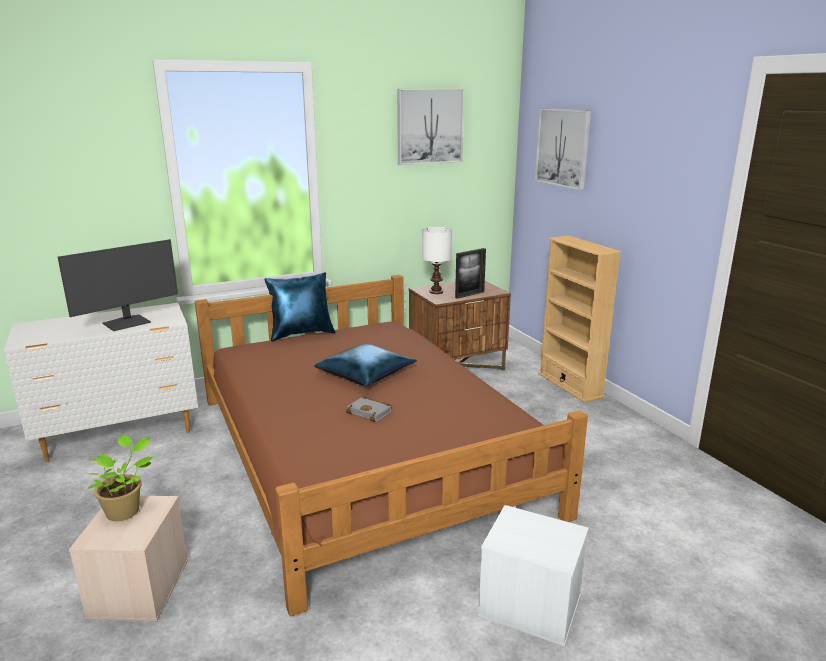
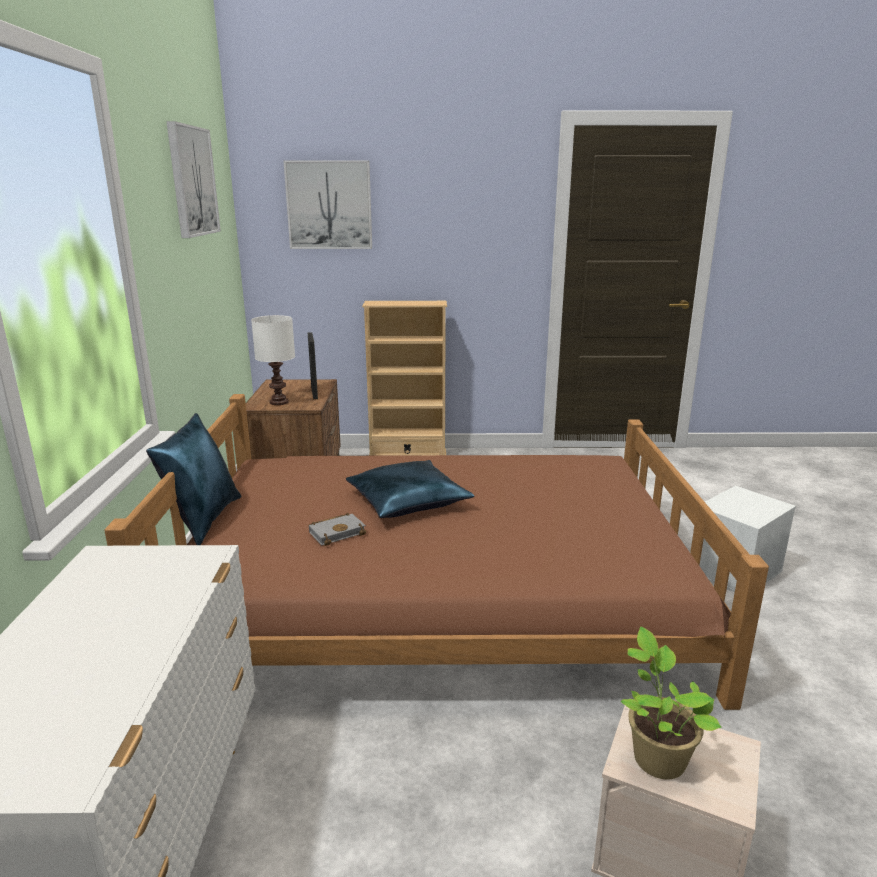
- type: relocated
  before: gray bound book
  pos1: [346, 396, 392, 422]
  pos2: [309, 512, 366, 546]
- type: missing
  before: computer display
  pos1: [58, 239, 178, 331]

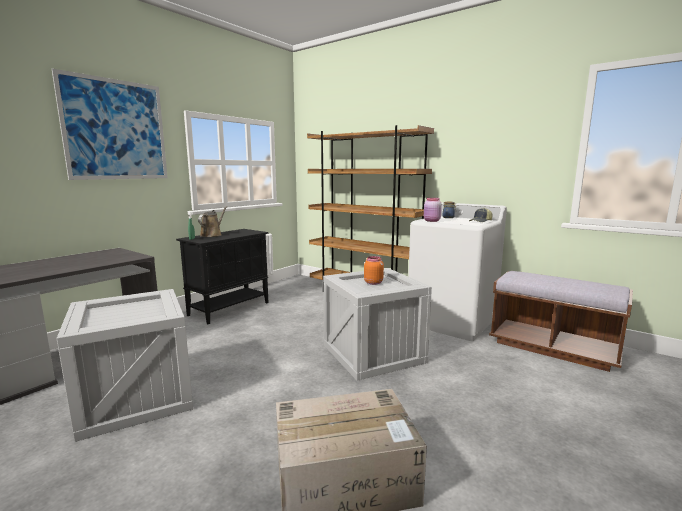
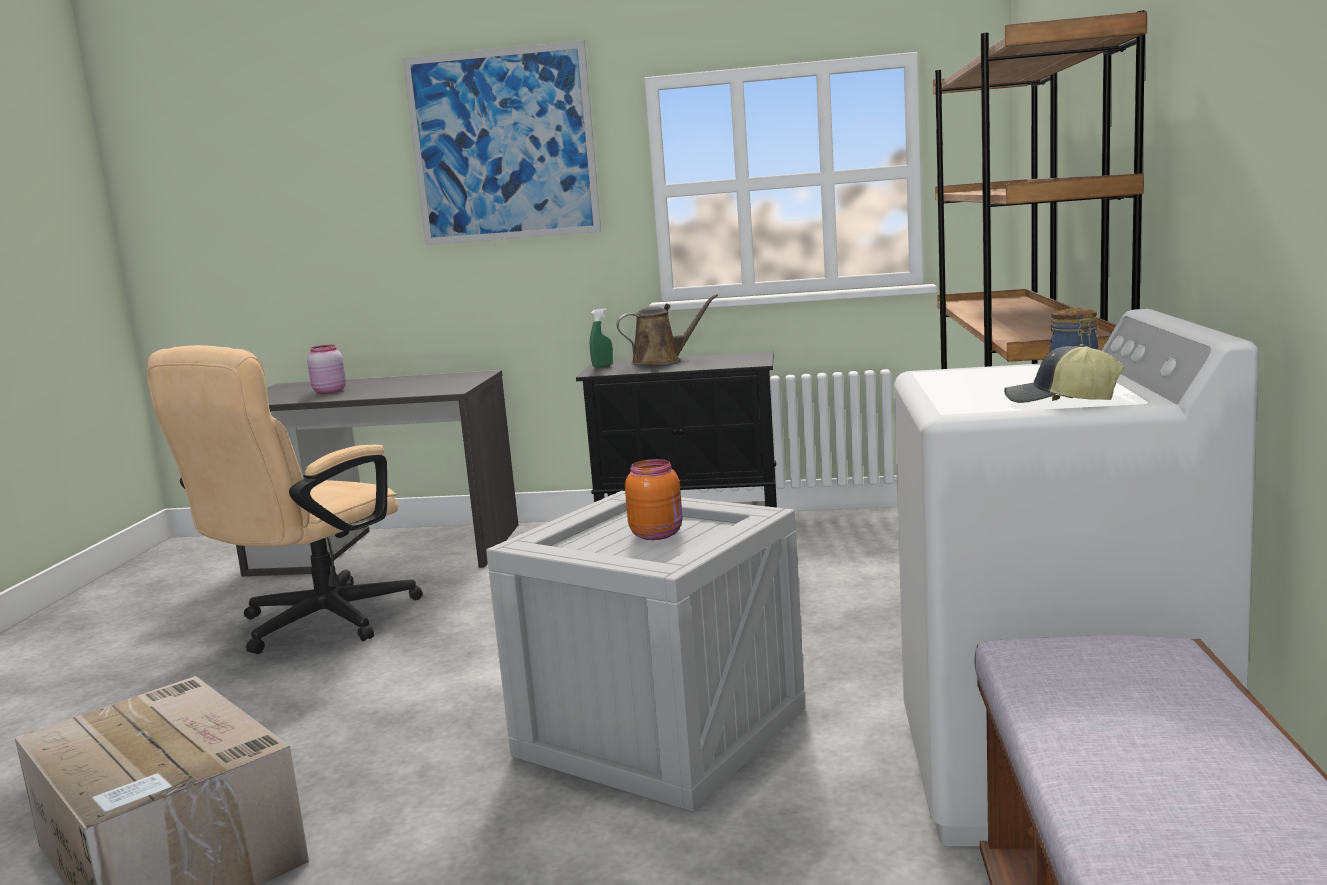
- type: exchanged
  before: shipping crate
  after: beige-coloured office chair
  pos1: [57, 289, 193, 442]
  pos2: [147, 345, 423, 654]
- type: relocated
  before: pink-coloured storage jar
  pos1: [424, 198, 442, 222]
  pos2: [307, 345, 346, 394]

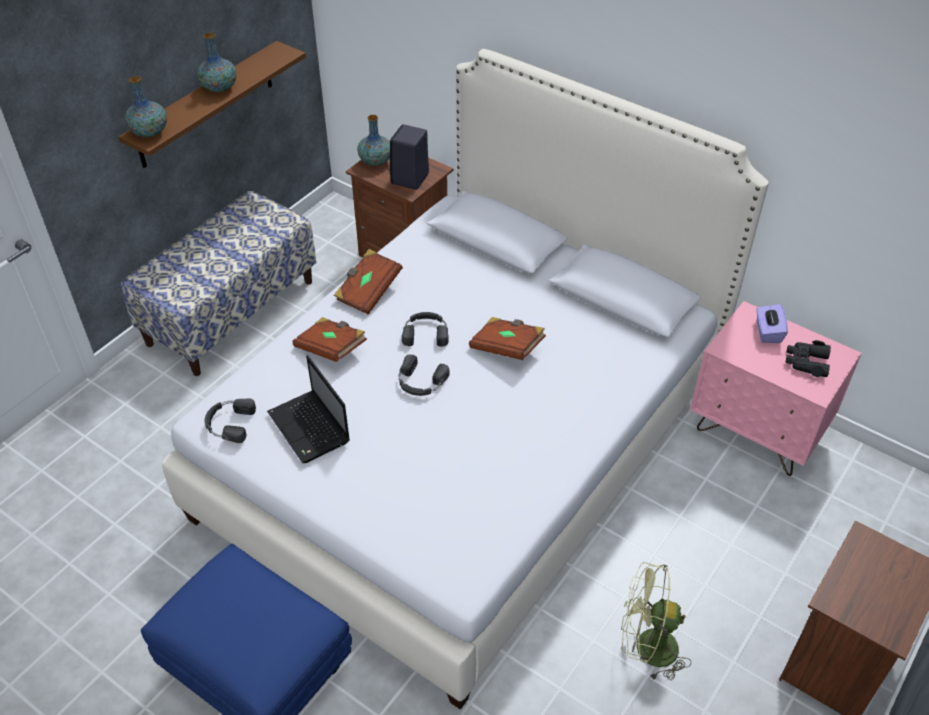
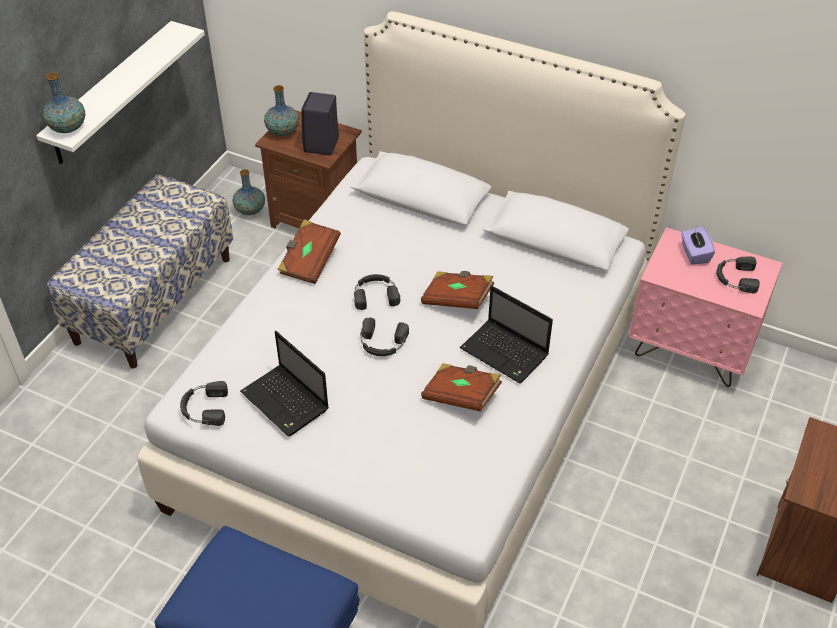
- type: colour
  before: brown bracket shelf
  after: white-coloured bracket shelf
  pos1: [119, 41, 306, 168]
  pos2: [36, 21, 205, 164]
- type: relocated
  before: flower vase
  pos1: [197, 33, 236, 93]
  pos2: [233, 169, 265, 215]
- type: relocated
  before: brown bound book
  pos1: [292, 317, 367, 362]
  pos2: [421, 363, 502, 412]
- type: appeared
  after: laptop
  pos2: [460, 286, 553, 383]
- type: exchanged
  before: blackish pair of binoculars
  after: blackish headphones
  pos1: [786, 340, 831, 377]
  pos2: [716, 256, 760, 294]
- type: missing
  before: green fan
  pos1: [621, 562, 691, 681]

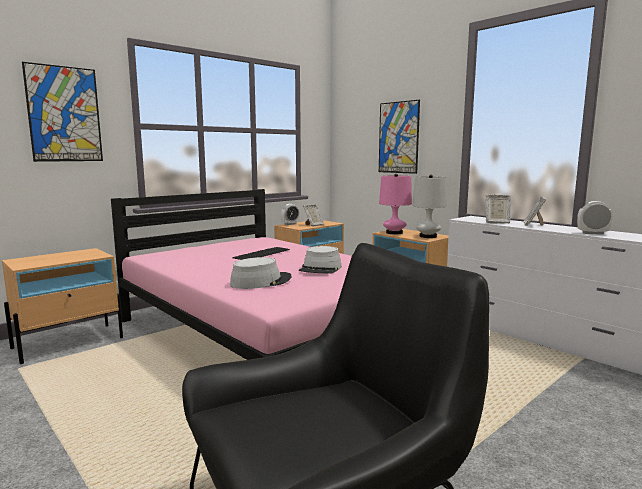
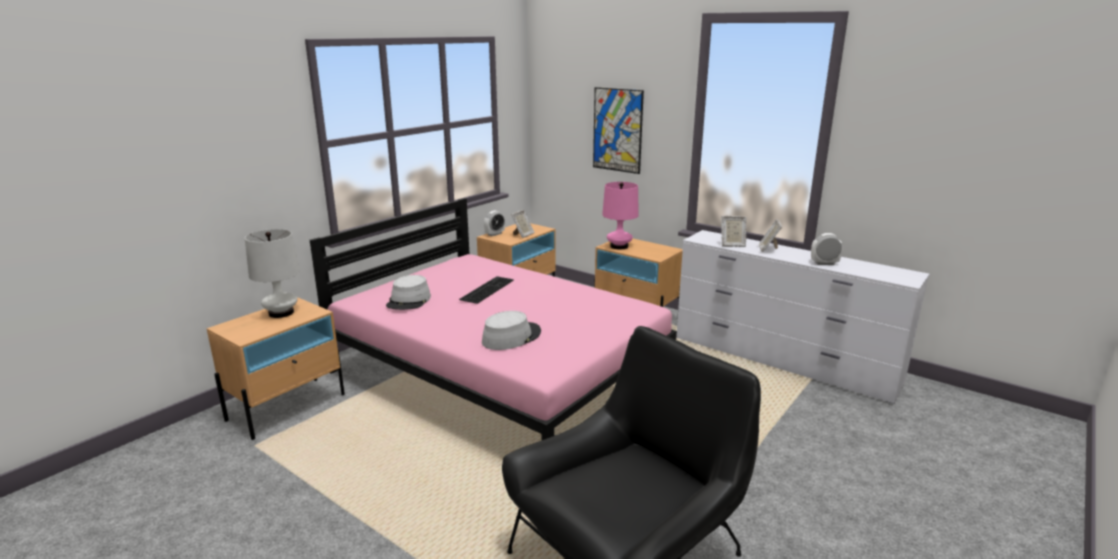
- type: relocated
  before: white-coloured table lamp
  pos1: [412, 175, 447, 238]
  pos2: [245, 229, 300, 318]
- type: relocated
  before: gray clothing hat
  pos1: [299, 246, 342, 274]
  pos2: [386, 275, 431, 310]
- type: missing
  before: wall art
  pos1: [22, 62, 103, 162]

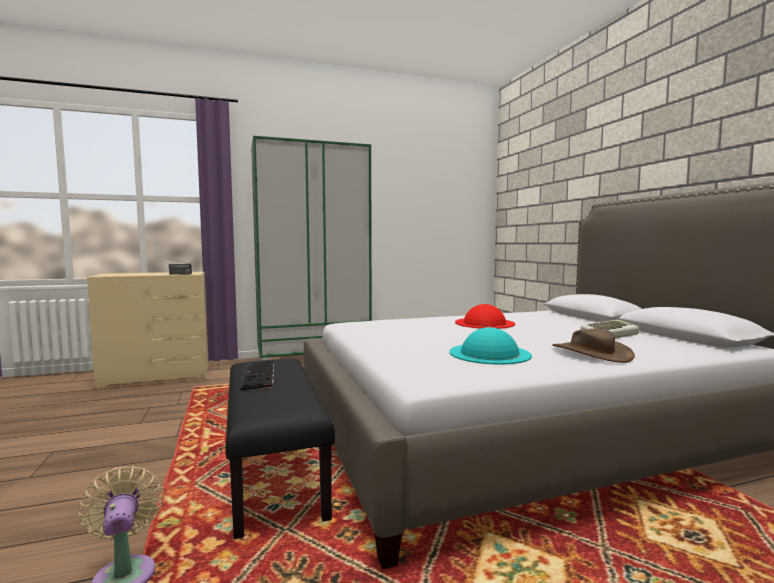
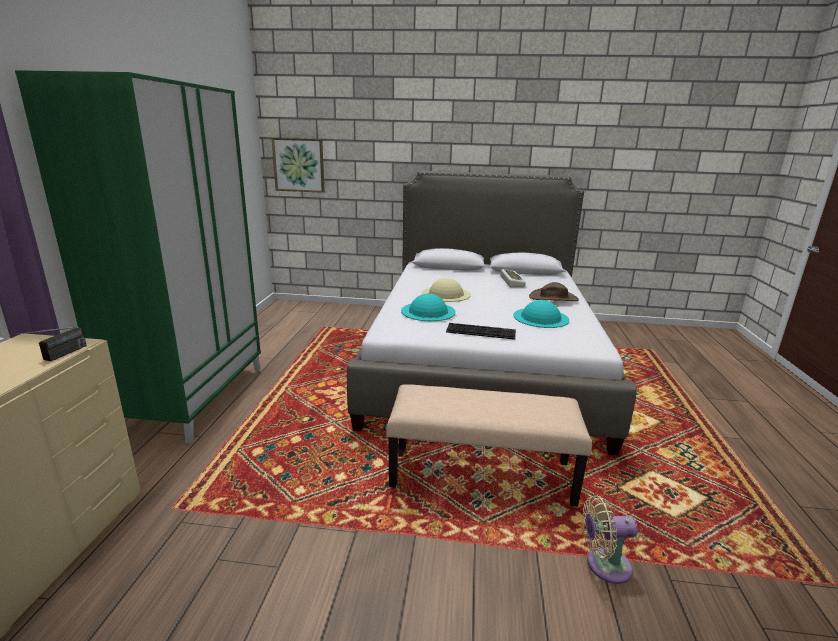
- type: appeared
  after: wall art
  pos2: [272, 138, 325, 193]
- type: colour
  before: blackish long seat
  after: beige-coloured long seat
  pos1: [226, 359, 335, 539]
  pos2: [386, 385, 592, 507]
- type: appeared
  after: turquoise-coloured clothing hat
  pos2: [401, 294, 456, 321]
- type: colour
  before: reddish clothing hat
  after: beige-coloured clothing hat
  pos1: [455, 304, 515, 329]
  pos2: [422, 278, 471, 302]
- type: relocated
  before: keyboard
  pos1: [240, 361, 274, 390]
  pos2: [446, 323, 516, 340]

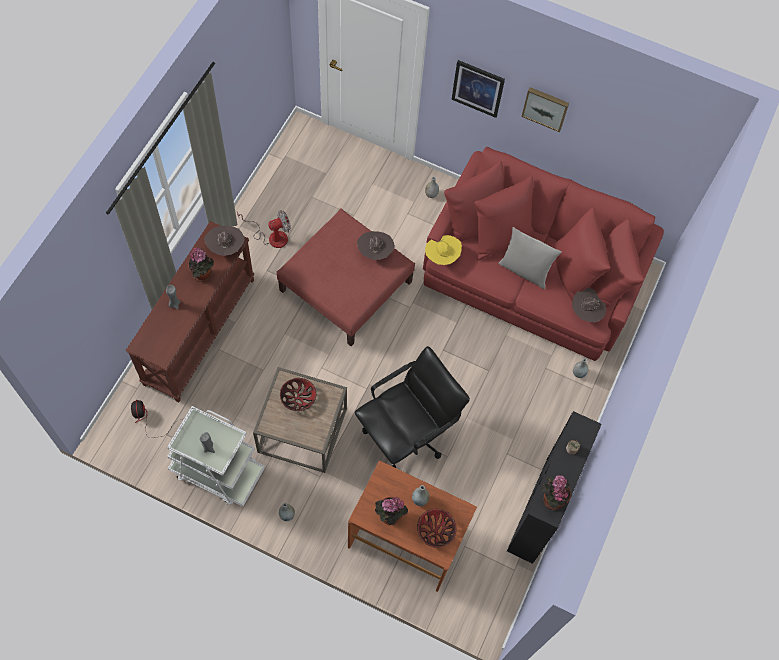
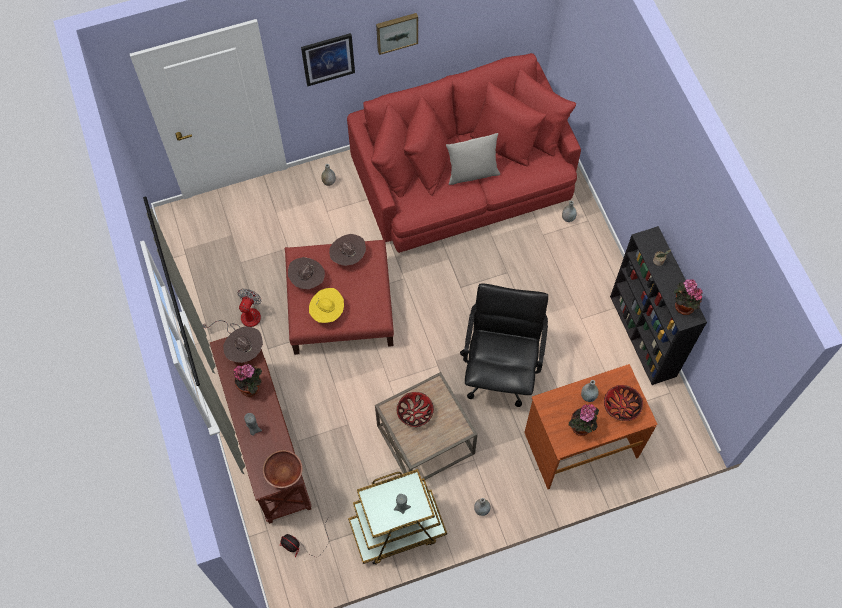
- type: appeared
  after: brown bowl
  pos2: [263, 450, 302, 488]
- type: relocated
  before: brown clothing hat
  pos1: [572, 288, 606, 322]
  pos2: [288, 257, 325, 289]
- type: relocated
  before: yellow-coloured clothing hat
  pos1: [425, 235, 462, 265]
  pos2: [309, 288, 344, 323]
- type: colour
  before: white-coloured trolley
  after: brown trolley
  pos1: [167, 406, 265, 507]
  pos2: [348, 469, 447, 565]

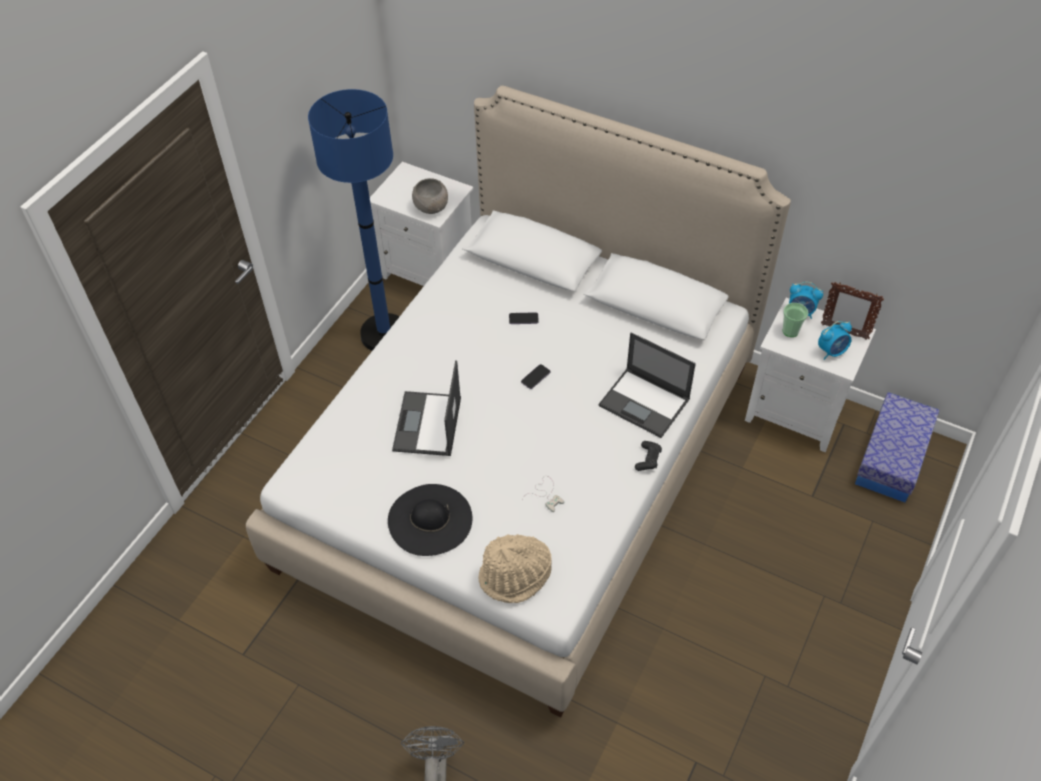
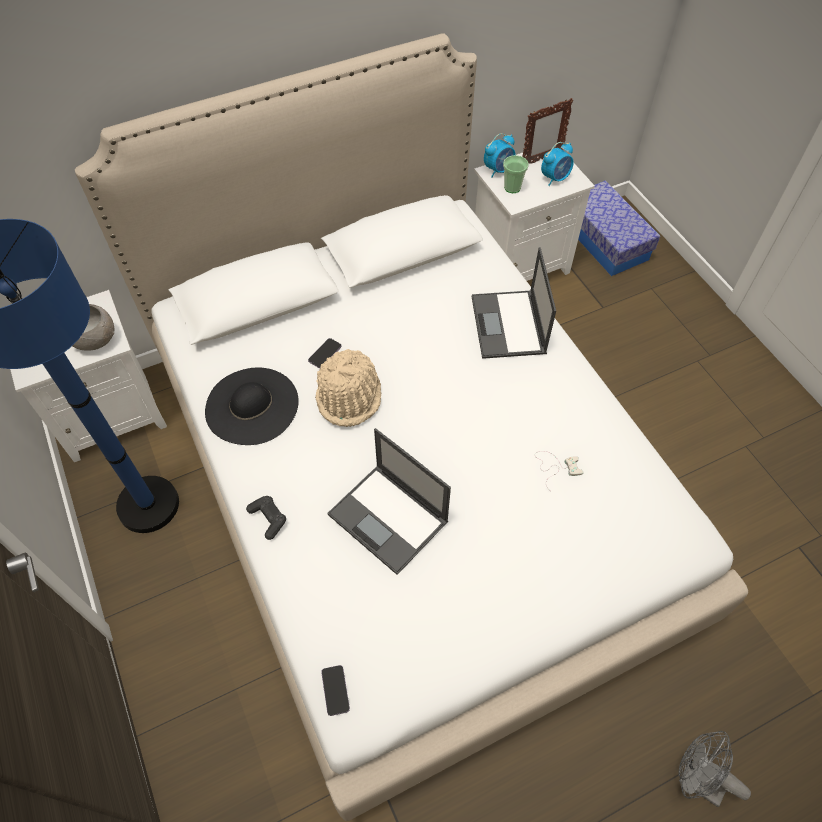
- type: relocated
  before: blackish clothing hat
  pos1: [388, 484, 472, 556]
  pos2: [205, 368, 299, 445]
- type: relocated
  before: blackish game controller
  pos1: [635, 441, 662, 471]
  pos2: [246, 496, 286, 540]
- type: relocated
  before: beige-coloured clothing hat
  pos1: [478, 534, 552, 603]
  pos2: [315, 349, 381, 427]
- type: relocated
  before: handset
  pos1: [521, 364, 550, 389]
  pos2: [321, 665, 350, 716]
- type: spun
  before: laptop
  pos1: [599, 332, 696, 438]
  pos2: [472, 247, 556, 359]
  turn: 105
- type: spun
  before: bedside clock
  pos1: [818, 321, 852, 360]
  pos2: [541, 142, 574, 186]
  turn: 45

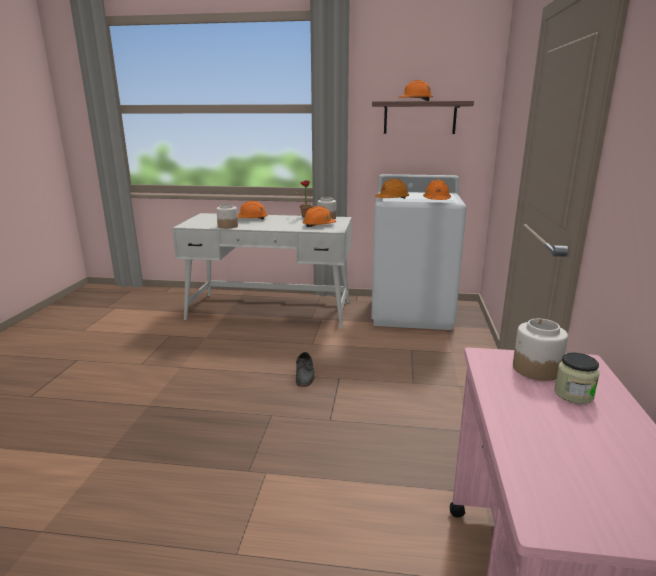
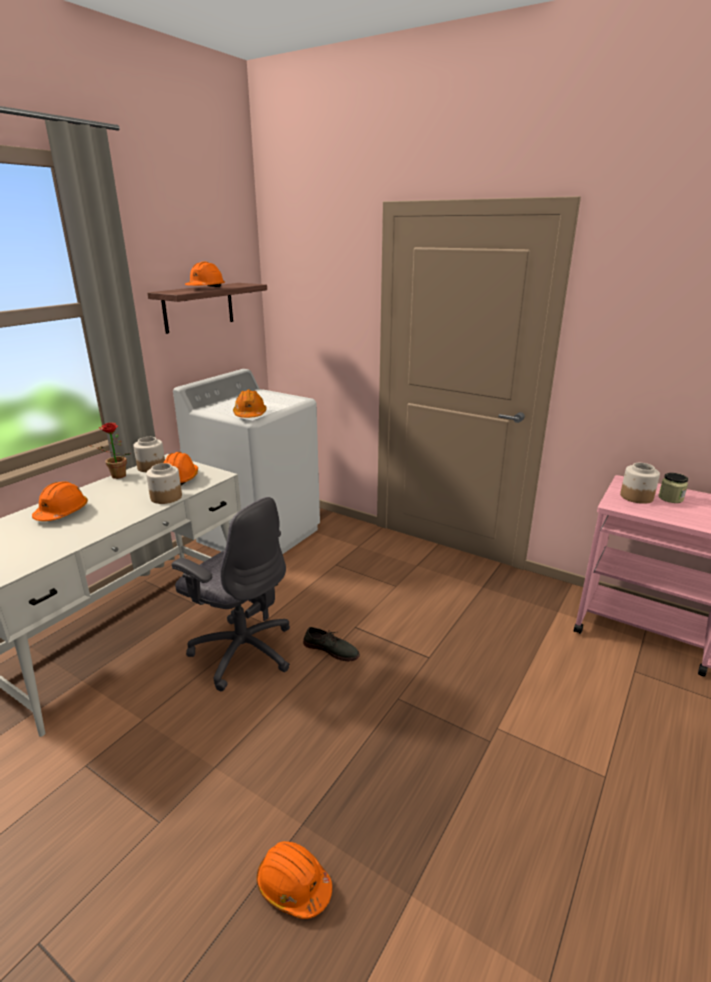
- type: relocated
  before: storage jar
  pos1: [216, 204, 238, 229]
  pos2: [146, 463, 182, 504]
- type: appeared
  after: gray office chair
  pos2: [172, 497, 290, 691]
- type: relocated
  before: orangey hard hat
  pos1: [423, 179, 451, 200]
  pos2: [257, 841, 332, 919]

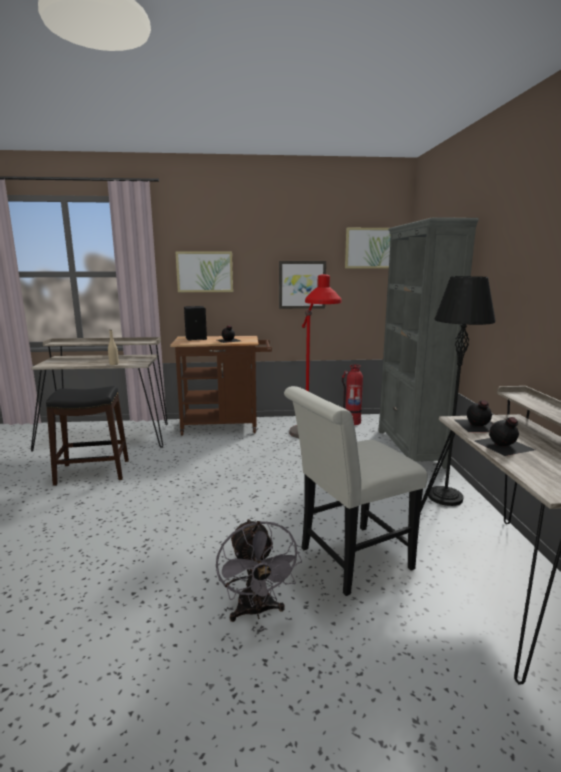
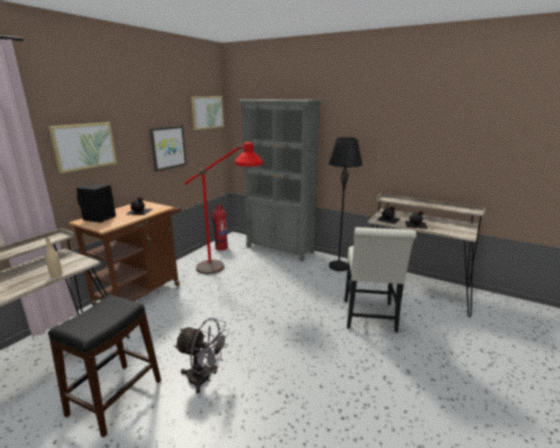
- type: relocated
  before: gray fan
  pos1: [216, 519, 302, 622]
  pos2: [174, 318, 229, 394]

